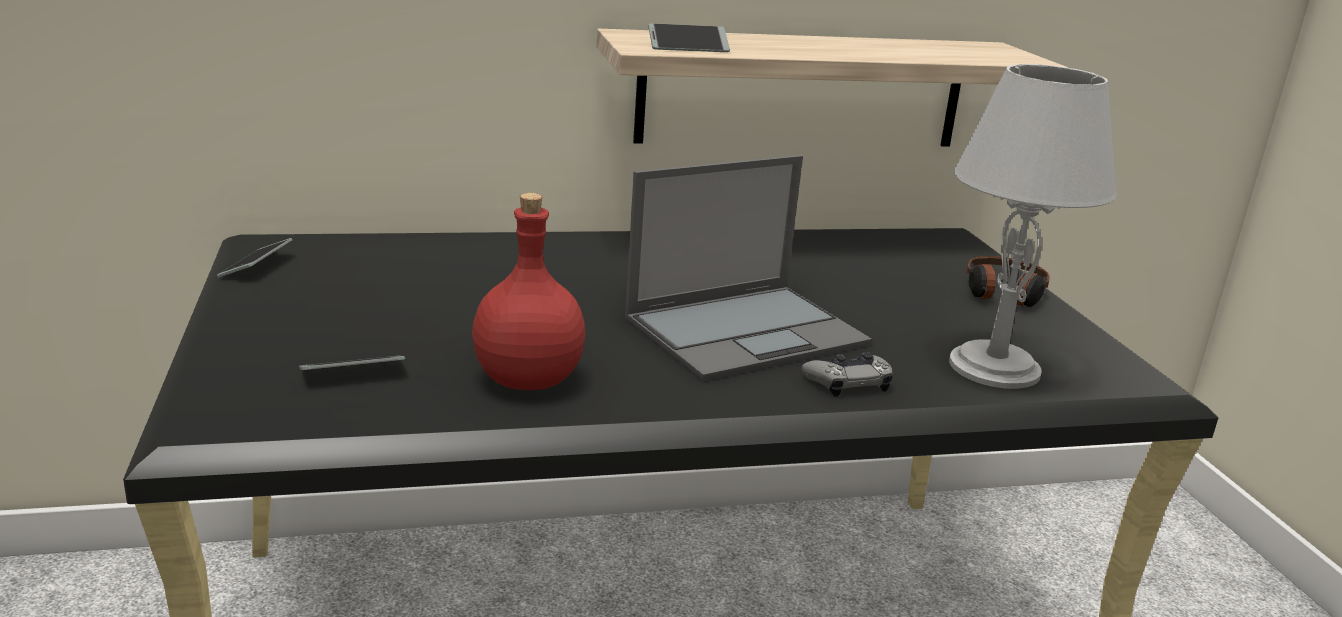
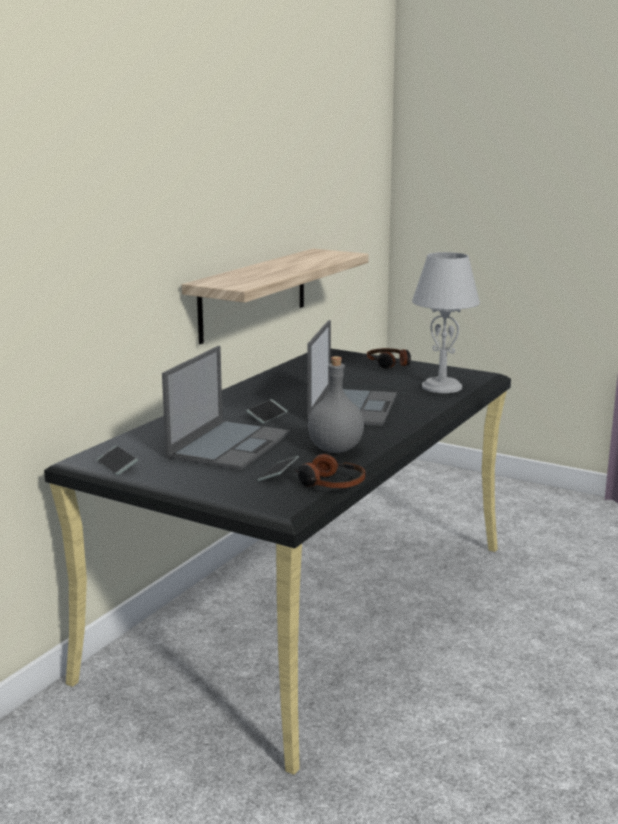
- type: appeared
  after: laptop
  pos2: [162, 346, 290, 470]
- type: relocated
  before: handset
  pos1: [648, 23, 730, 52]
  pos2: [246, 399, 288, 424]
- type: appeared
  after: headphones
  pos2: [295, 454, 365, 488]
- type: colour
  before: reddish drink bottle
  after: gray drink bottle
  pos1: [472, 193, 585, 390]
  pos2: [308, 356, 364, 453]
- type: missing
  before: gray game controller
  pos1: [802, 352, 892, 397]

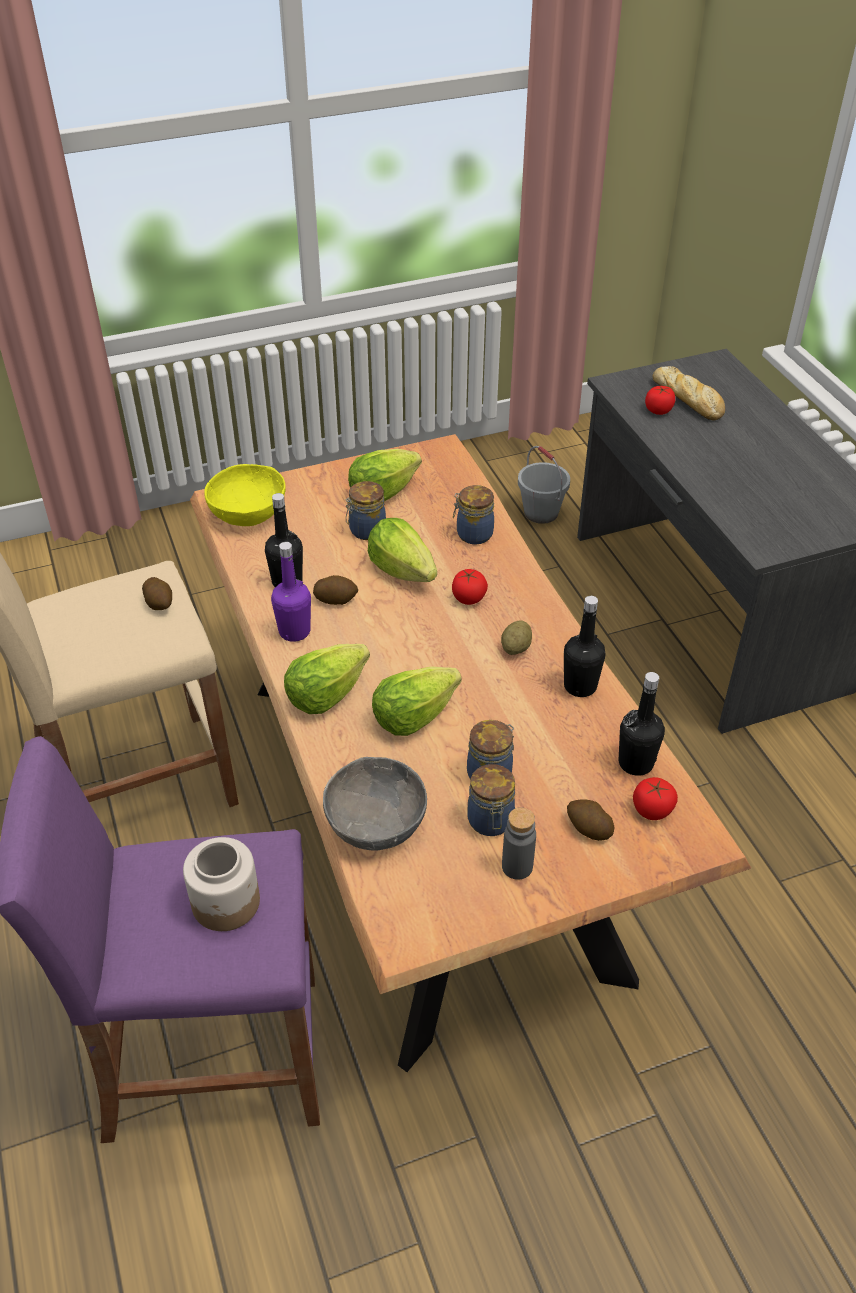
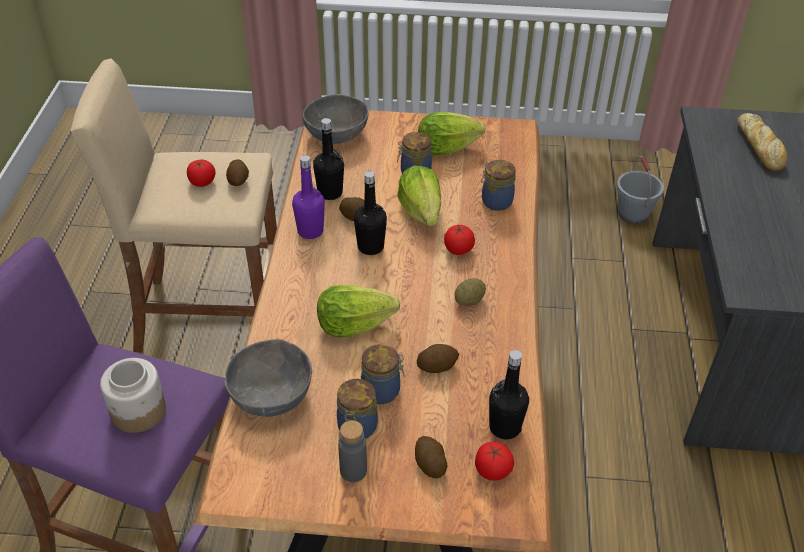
- type: relocated
  before: fresh tomato
  pos1: [645, 386, 675, 415]
  pos2: [187, 159, 216, 187]
- type: colour
  before: yellow-coloured bowl
  after: gray bowl
  pos1: [204, 464, 286, 526]
  pos2: [302, 94, 368, 144]
- type: relocated
  before: blackish drink bottle
  pos1: [564, 596, 606, 697]
  pos2: [354, 171, 387, 255]
- type: appeared
  after: whole potato
  pos2: [417, 344, 459, 373]
- type: missing
  before: lettuce
  pos1: [284, 644, 370, 714]

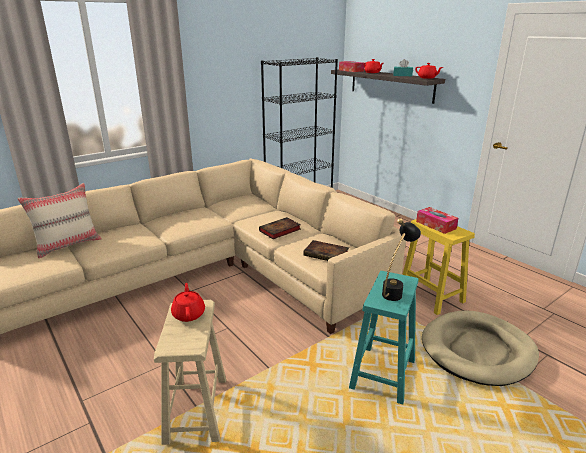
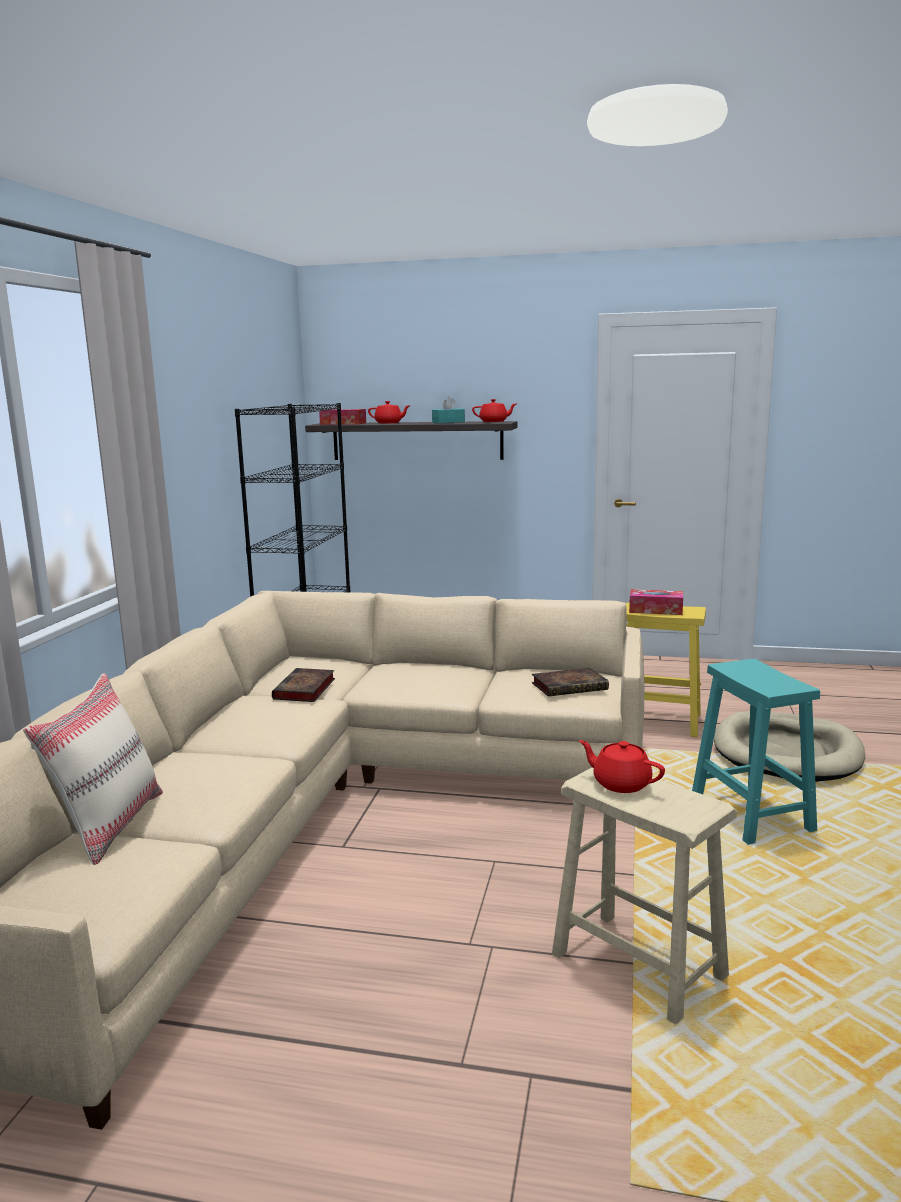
- type: relocated
  before: bound book
  pos1: [259, 217, 301, 239]
  pos2: [272, 668, 335, 702]
- type: missing
  before: blackish table lamp
  pos1: [382, 218, 421, 301]

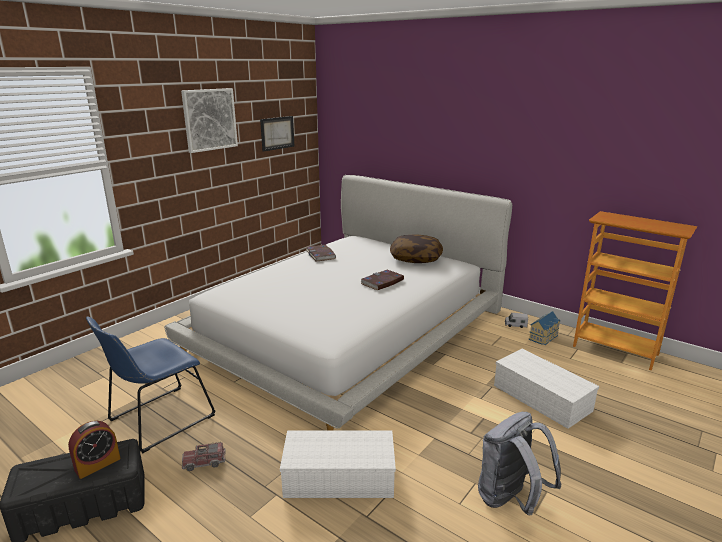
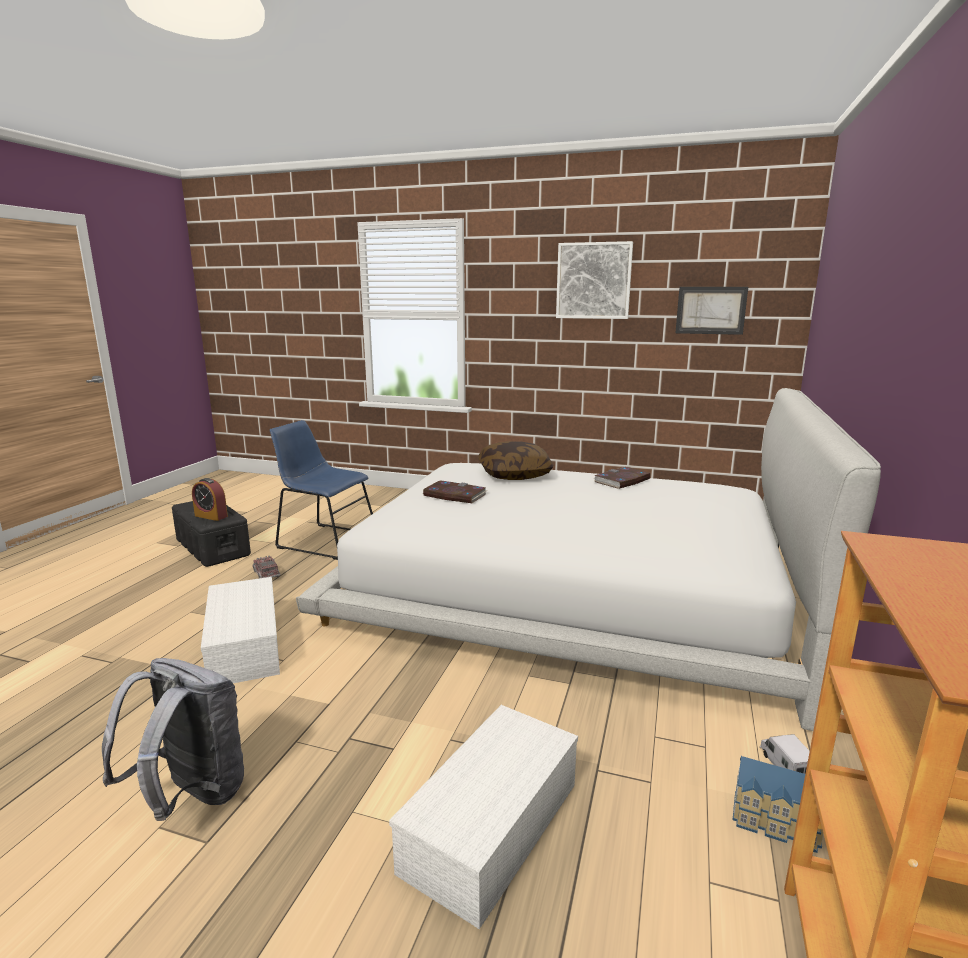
- type: relocated
  before: bound book
  pos1: [361, 270, 404, 290]
  pos2: [423, 480, 487, 503]
- type: relocated
  before: pillow
  pos1: [390, 235, 443, 263]
  pos2: [478, 441, 553, 480]

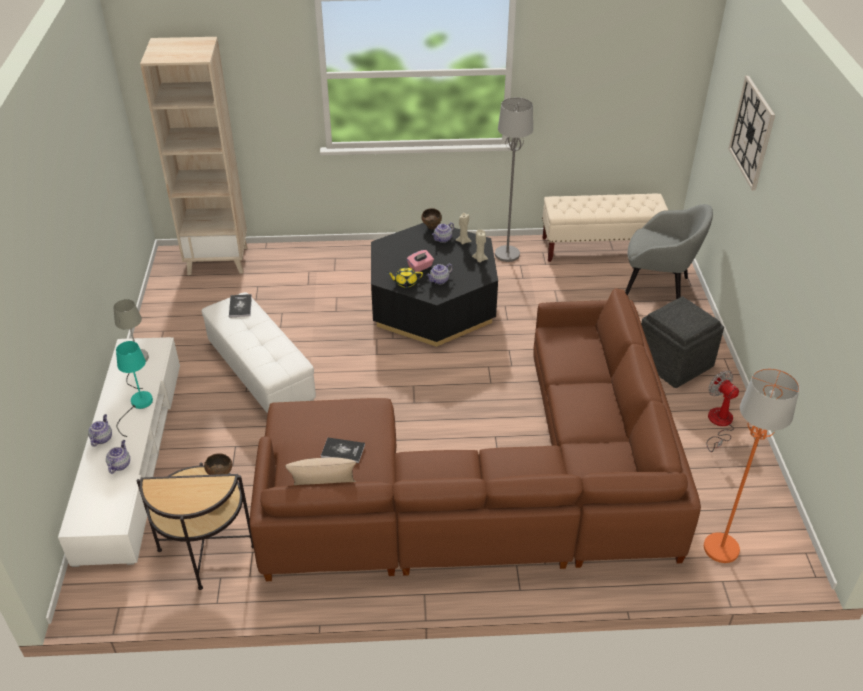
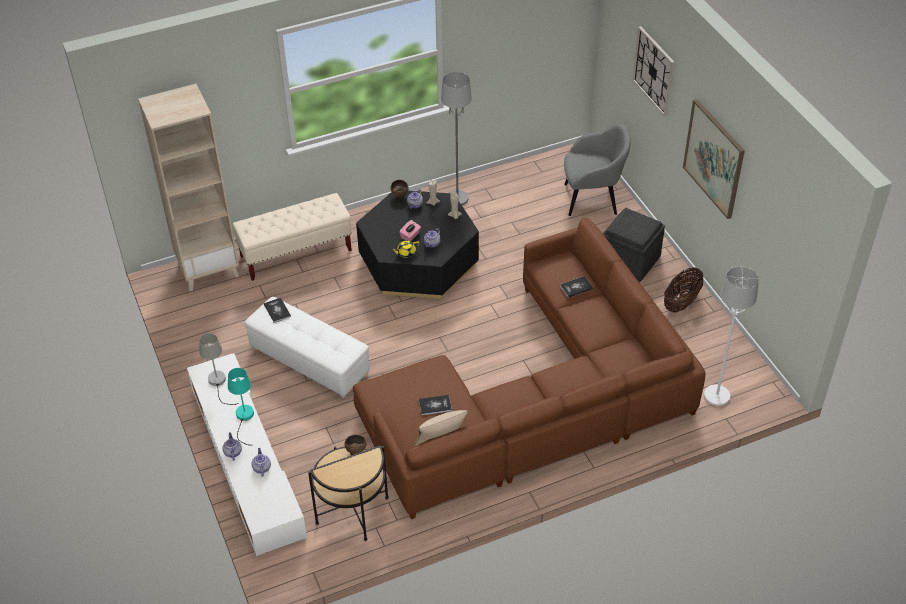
- type: relocated
  before: beige-coloured long seat
  pos1: [542, 194, 668, 262]
  pos2: [233, 193, 352, 281]
- type: appeared
  after: bound book
  pos2: [560, 276, 593, 298]
- type: exchanged
  before: fan
  after: storage basket
  pos1: [706, 370, 739, 452]
  pos2: [664, 268, 703, 313]
- type: appeared
  after: wall art
  pos2: [683, 99, 745, 219]
- type: colour
  before: orangey standard lamp
  after: white-coloured standard lamp
  pos1: [704, 368, 800, 563]
  pos2: [704, 266, 759, 406]

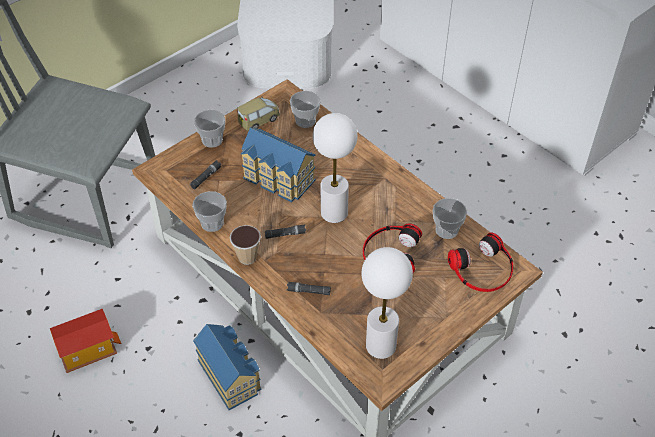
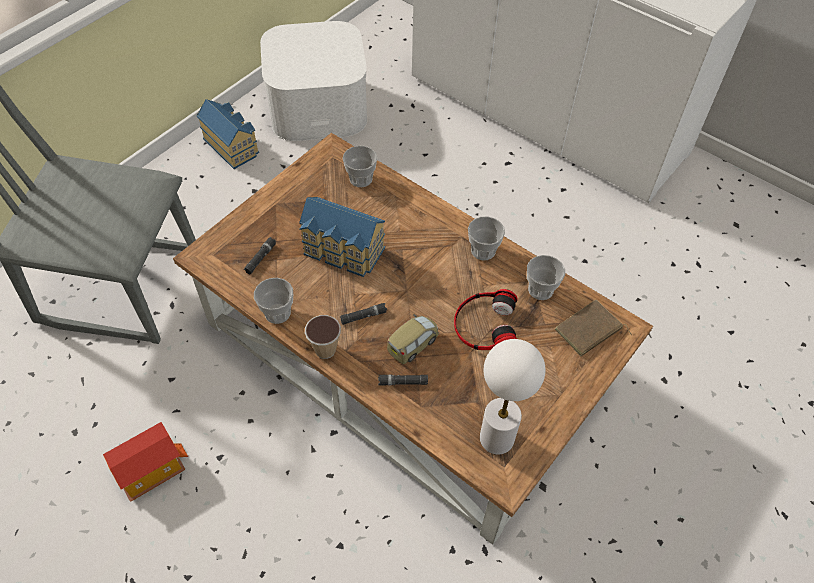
- type: relocated
  before: toy house
  pos1: [193, 324, 261, 410]
  pos2: [197, 99, 259, 169]
- type: relocated
  before: toy car
  pos1: [236, 97, 280, 131]
  pos2: [387, 314, 439, 364]
- type: relocated
  before: drinking cup
  pos1: [194, 110, 226, 148]
  pos2: [468, 216, 505, 260]
- type: exchanged
  before: headphones
  after: brown bound book
  pos1: [448, 233, 513, 292]
  pos2: [555, 300, 632, 356]
- type: missing
  before: white-coloured table lamp
  pos1: [313, 113, 357, 223]

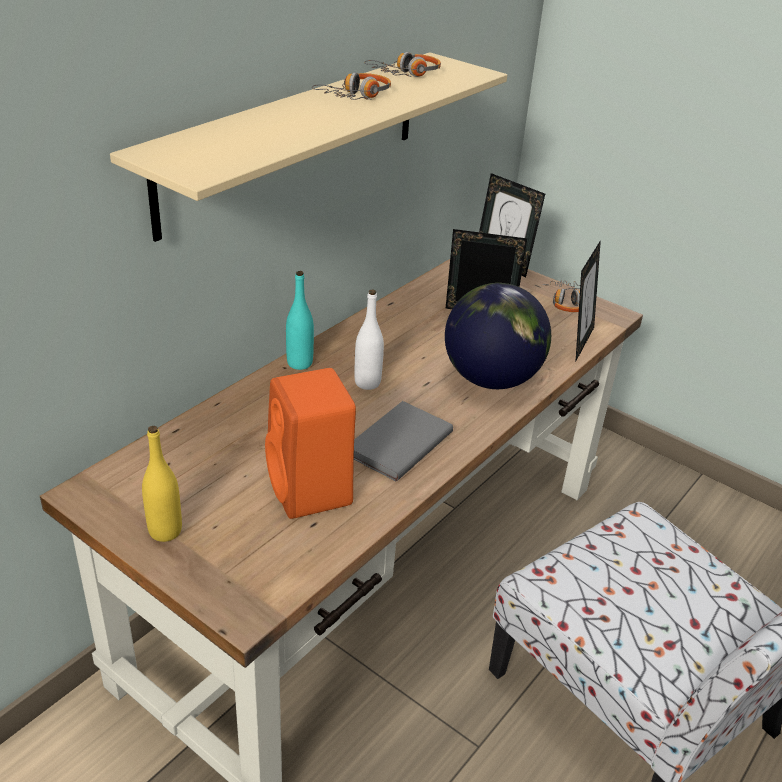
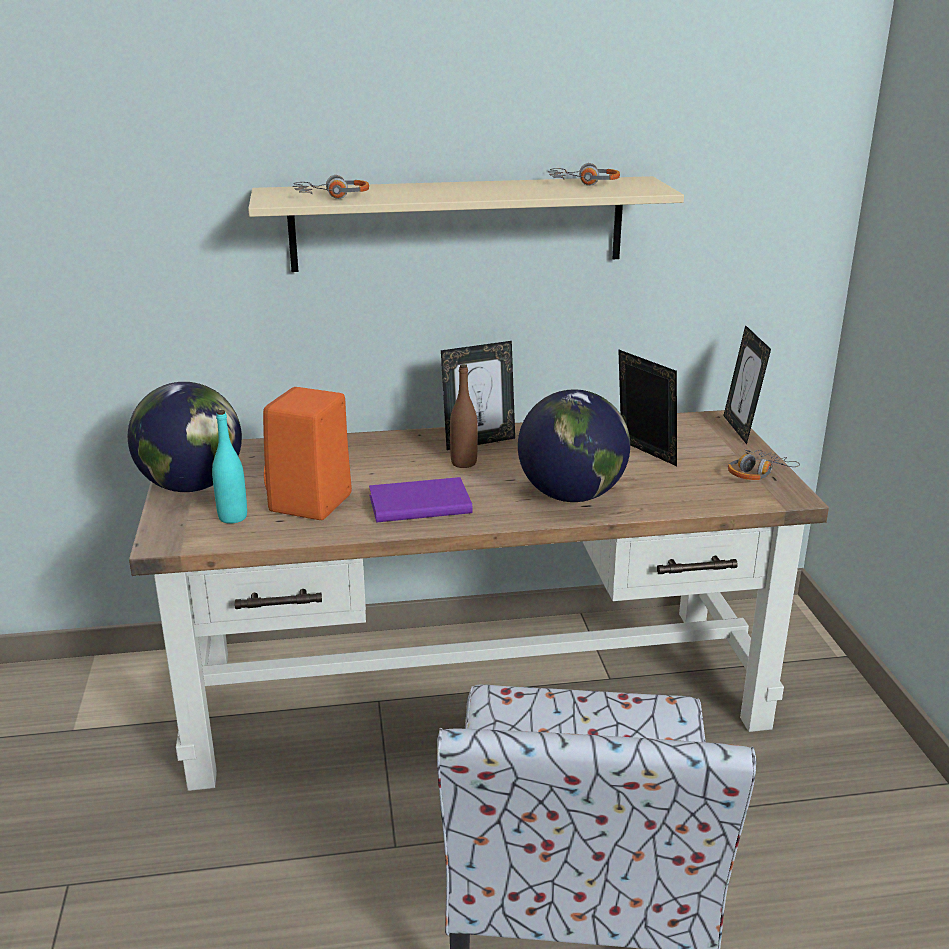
- type: exchanged
  before: yellow-coloured drink bottle
  after: desk globe
  pos1: [142, 426, 182, 542]
  pos2: [128, 382, 242, 492]
- type: relocated
  before: turquoise-coloured drink bottle
  pos1: [286, 271, 314, 370]
  pos2: [212, 410, 247, 524]
- type: relocated
  before: headphones
  pos1: [312, 72, 391, 100]
  pos2: [292, 175, 369, 199]
- type: colour
  before: gray bound book
  after: purplish bound book
  pos1: [354, 401, 453, 481]
  pos2: [369, 477, 473, 523]
- type: relocated
  before: standing frame
  pos1: [575, 240, 601, 362]
  pos2: [441, 341, 515, 450]
- type: colour
  before: white-coloured drink bottle
  after: brown drink bottle
  pos1: [355, 289, 384, 390]
  pos2: [450, 364, 478, 468]

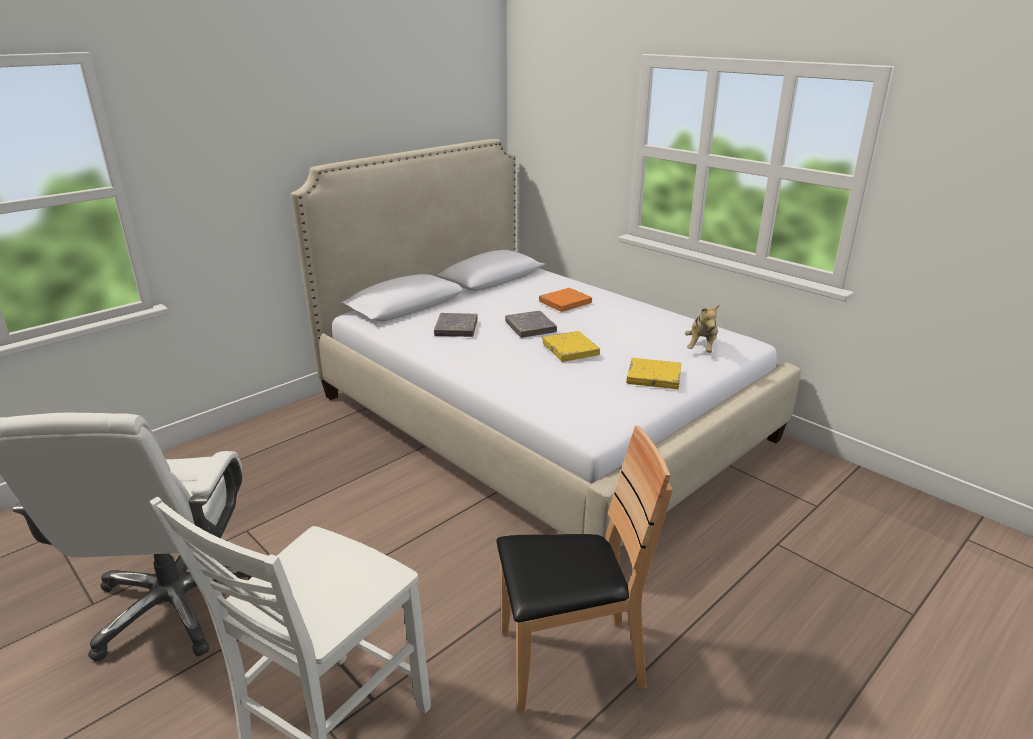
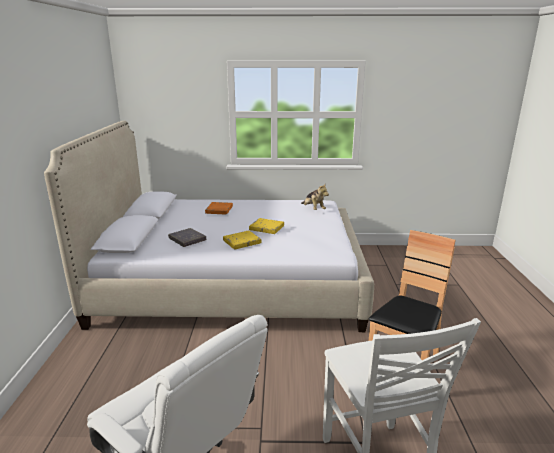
- type: relocated
  before: yellow-coloured bound book
  pos1: [626, 358, 681, 389]
  pos2: [223, 230, 261, 249]
- type: missing
  before: gray bound book
  pos1: [505, 311, 557, 338]

